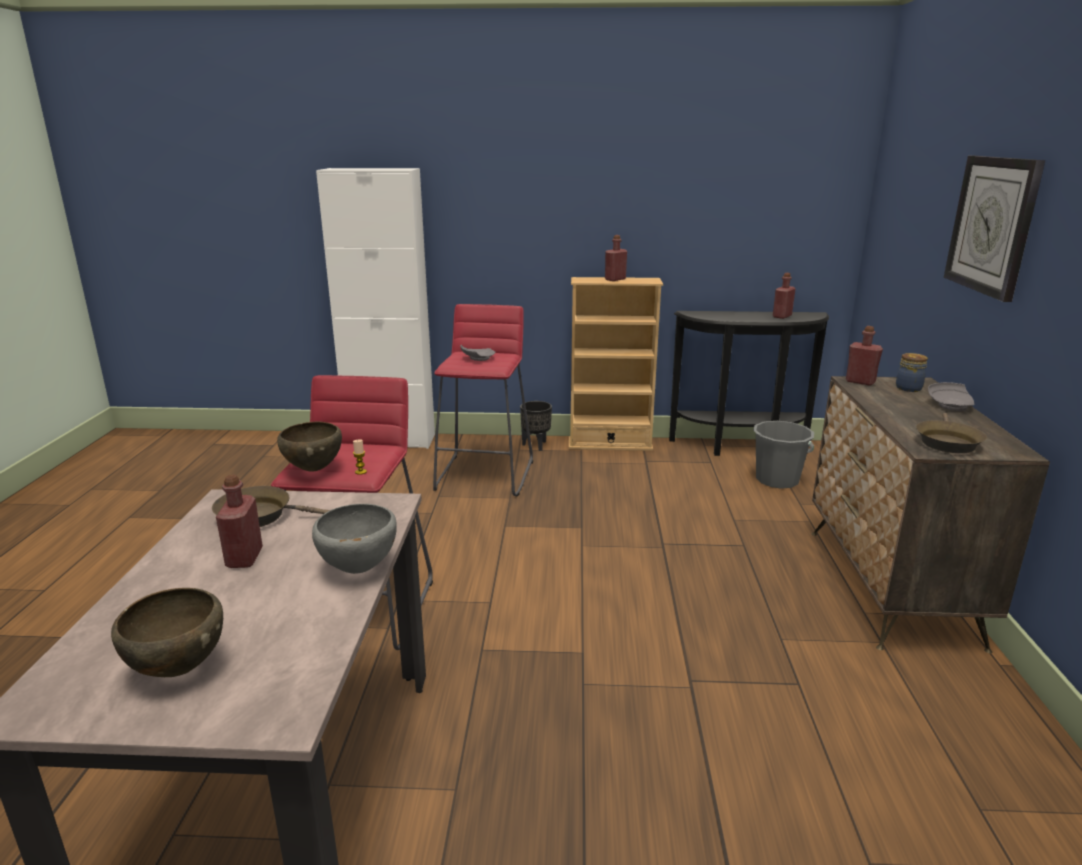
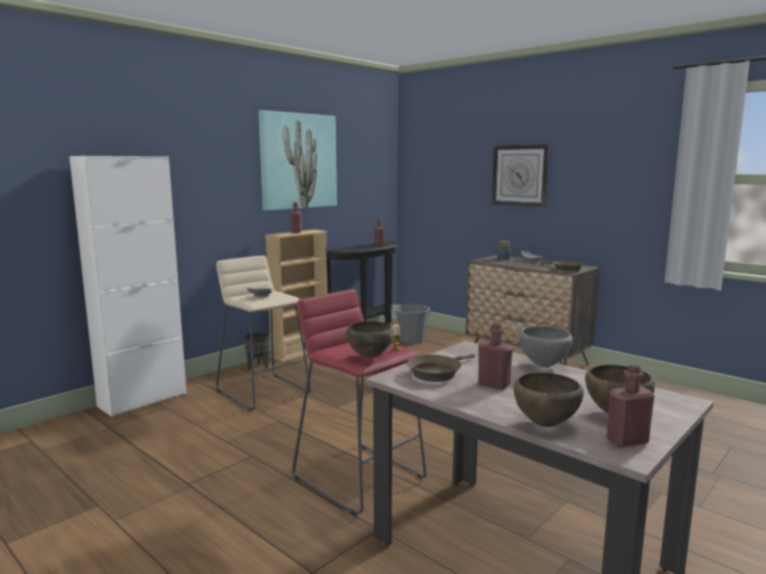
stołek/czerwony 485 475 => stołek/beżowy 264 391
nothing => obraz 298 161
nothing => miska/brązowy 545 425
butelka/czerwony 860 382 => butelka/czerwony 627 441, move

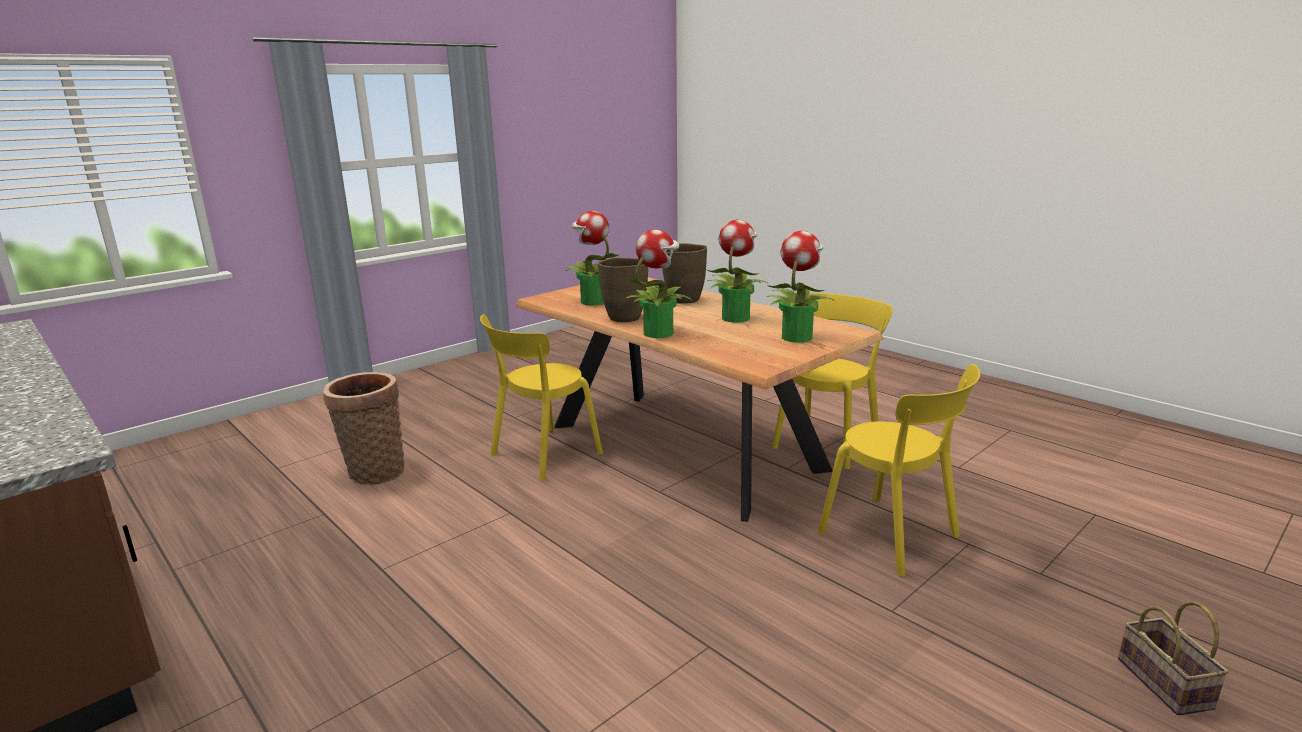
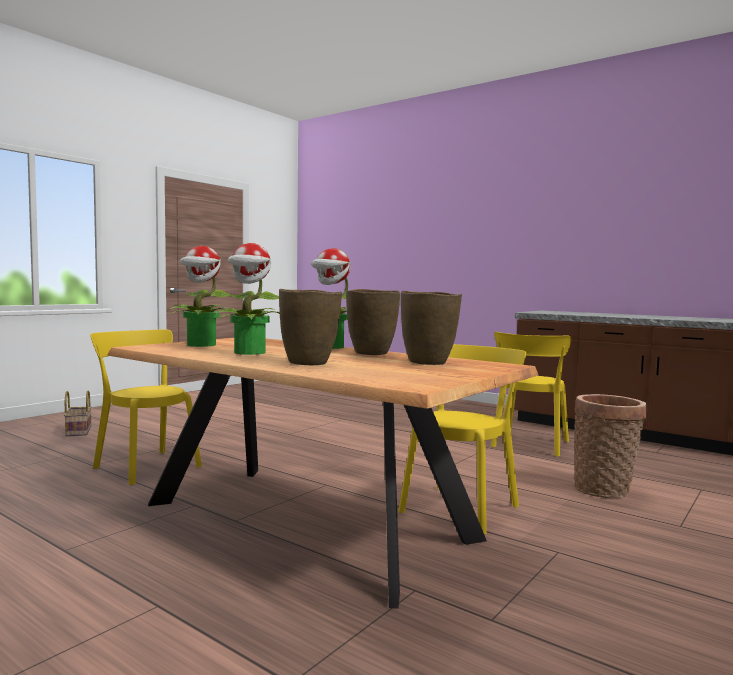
roślina doniczkowa 593 302 => wazon/brązowy 429 362
krzesło/żółty 828 441 => krzesło/żółty 529 445, move

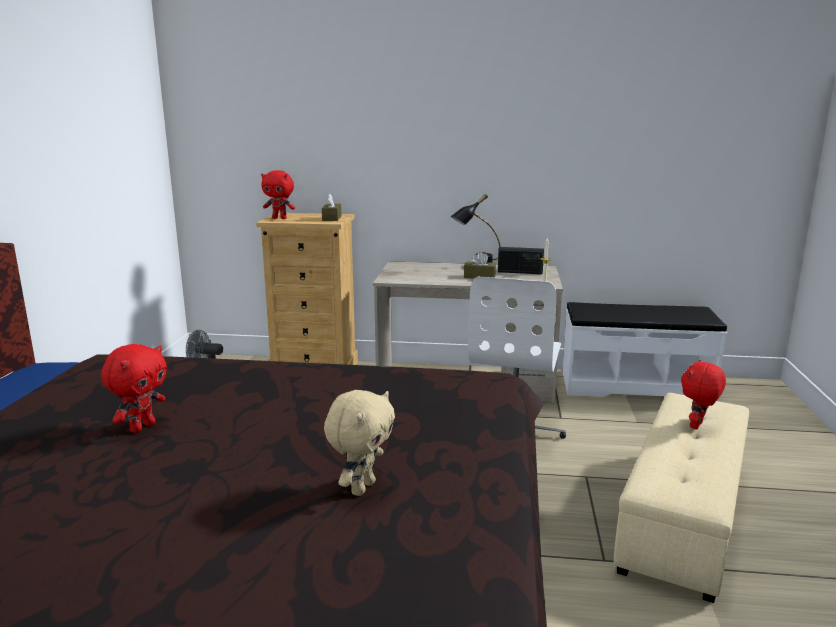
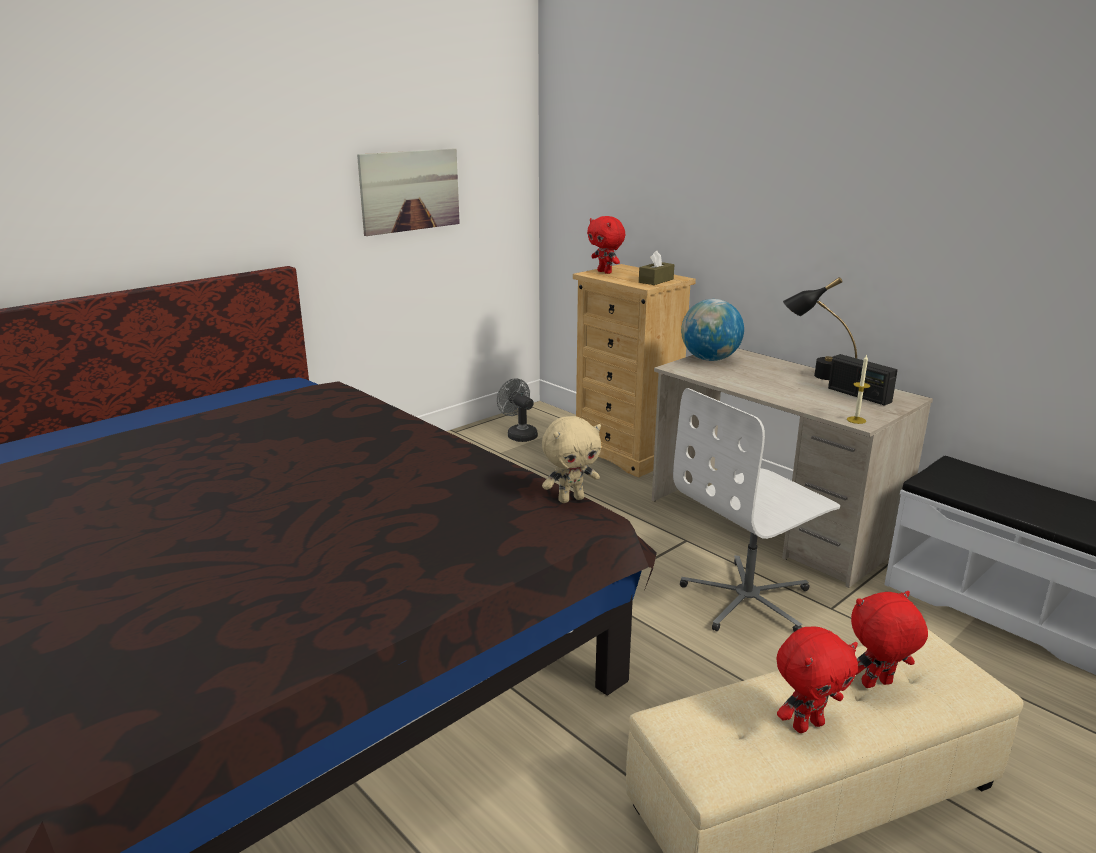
nothing => obraz 410 190
pluszak/beżowy 361 487 => pluszak/beżowy 571 499, move
nothing => globus 710 359
pluszak/czerwony 142 427 => pluszak/czerwony 807 724, move
pudełko chusteczek/brązowy 479 276 => nothing

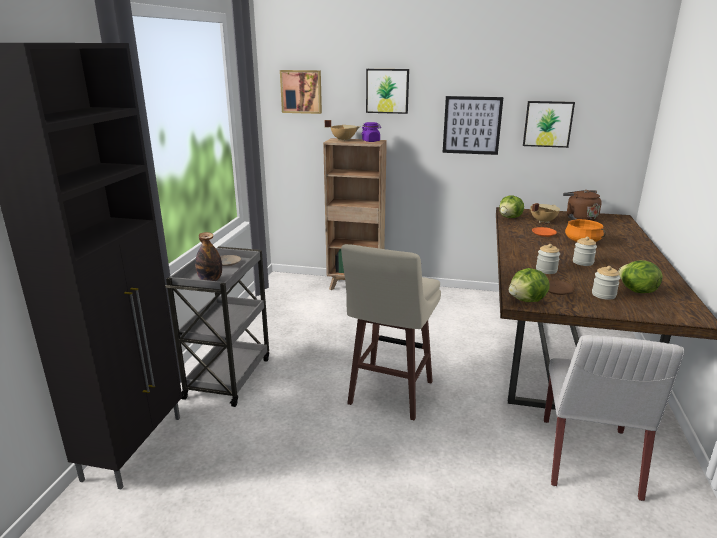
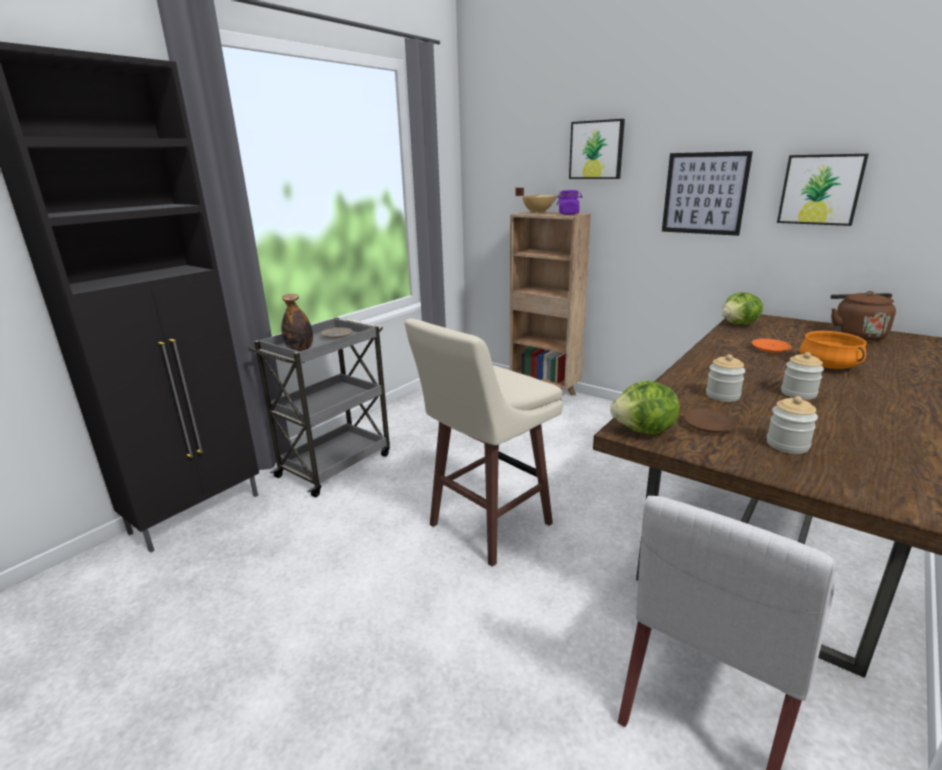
obraz 301 91 => nothing
garnek/beżowy 542 221 => nothing
sałata 636 291 => nothing

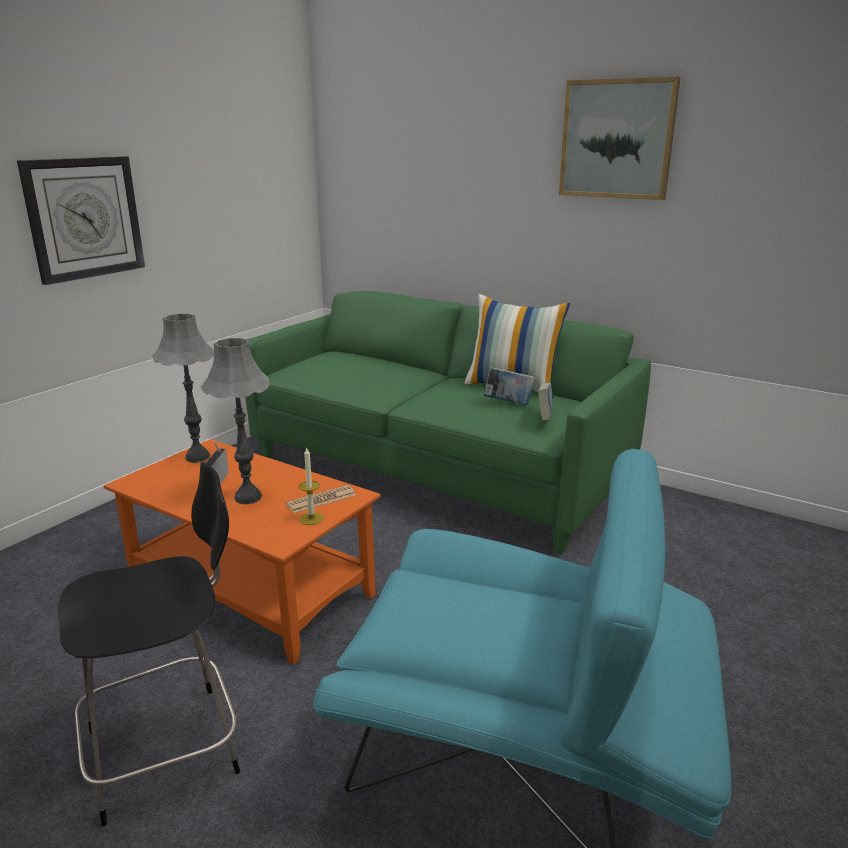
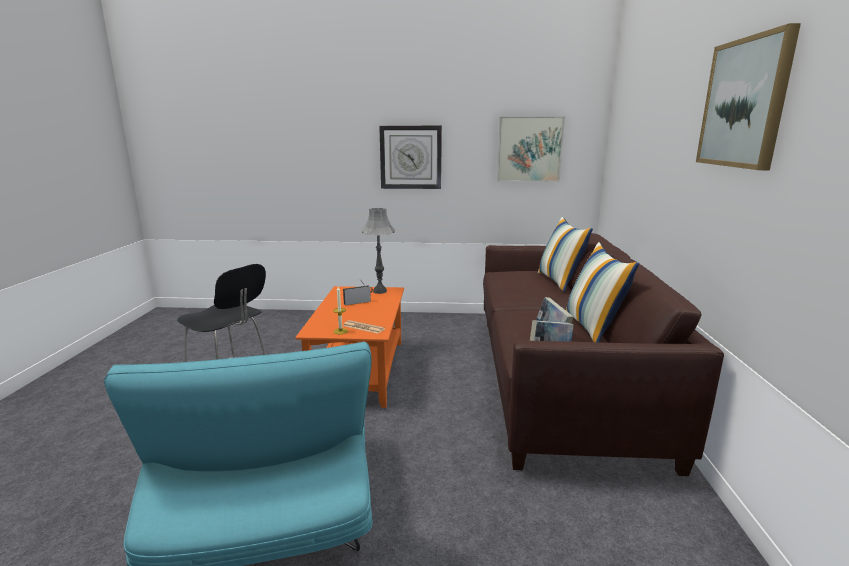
kanapa/zielony 436 470 => kanapa/brązowy 558 380
nothing => obraz 529 149
nothing => poduszka 560 281
lampa stołowa/szary 248 497 => nothing

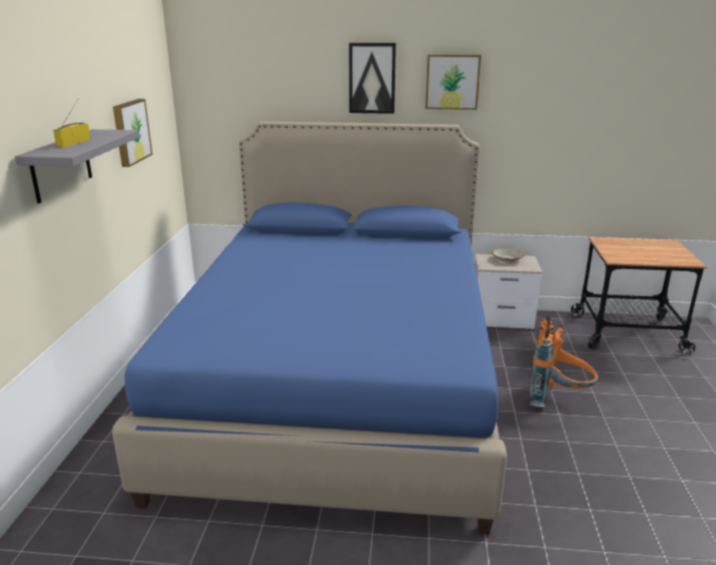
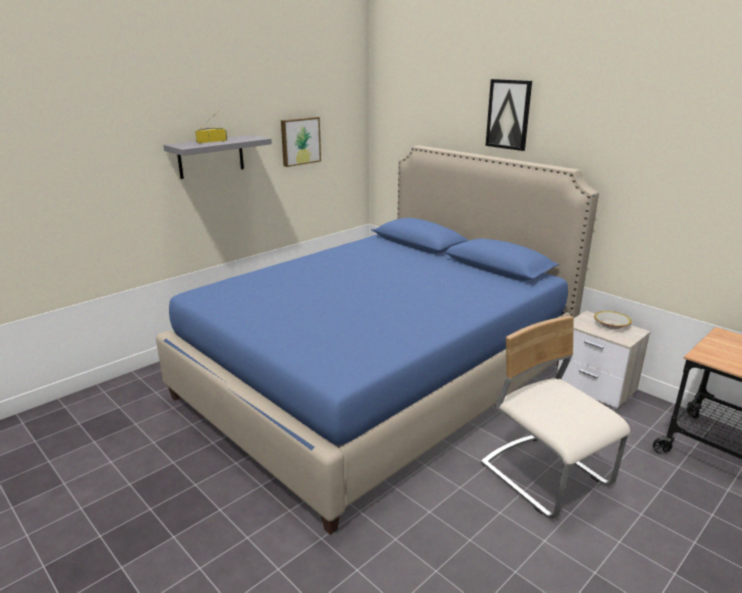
plecak/pomarańczowy 557 399 => krzesło/beżowy 545 476
obraz 452 81 => nothing

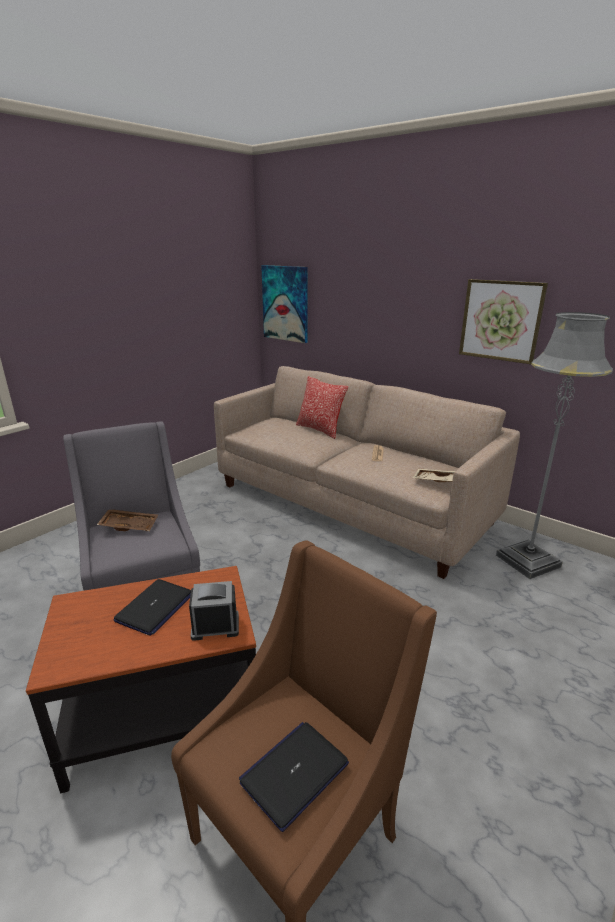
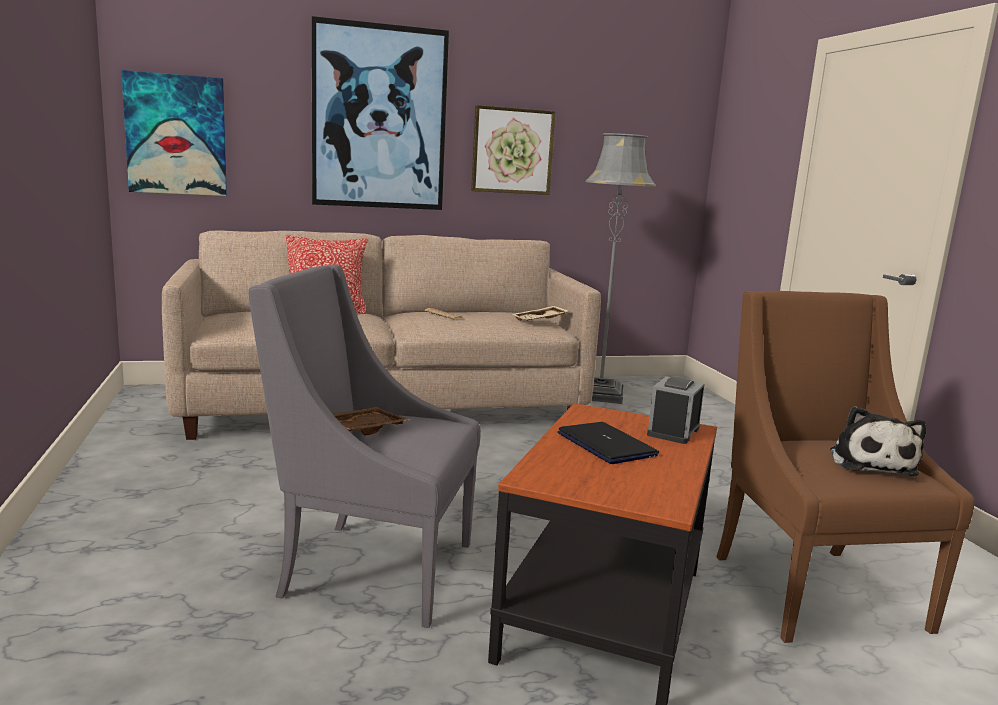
nothing => obraz 379 118
laptop 294 773 => pluszak 871 462

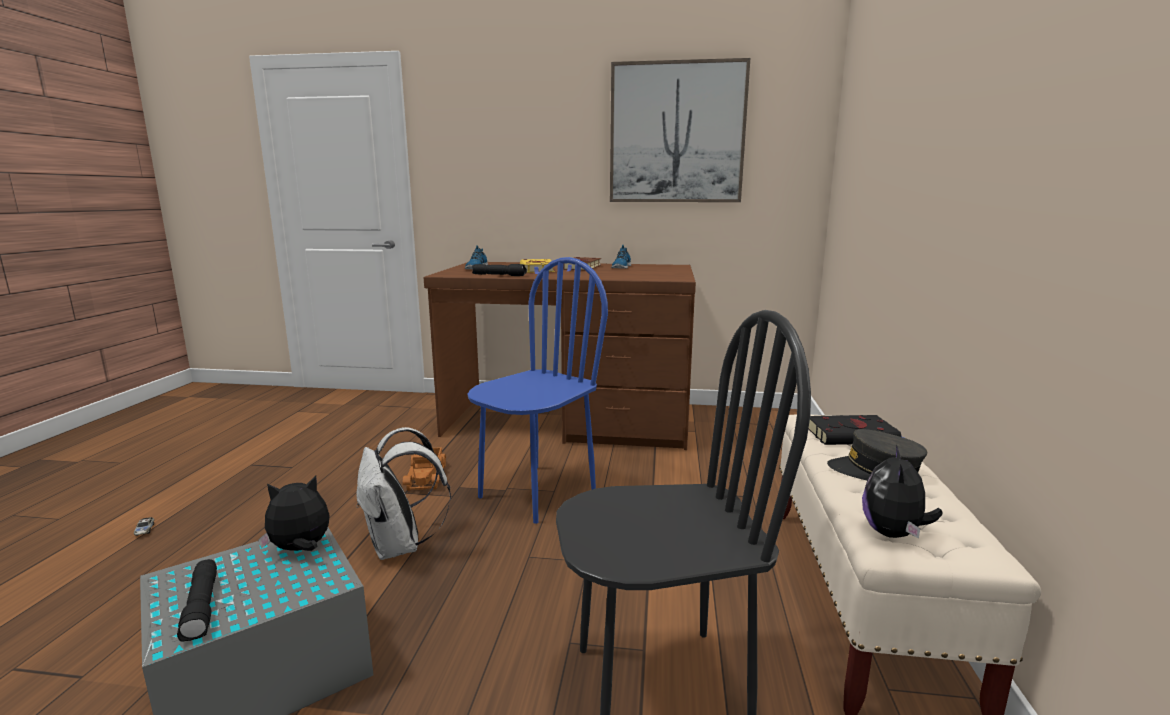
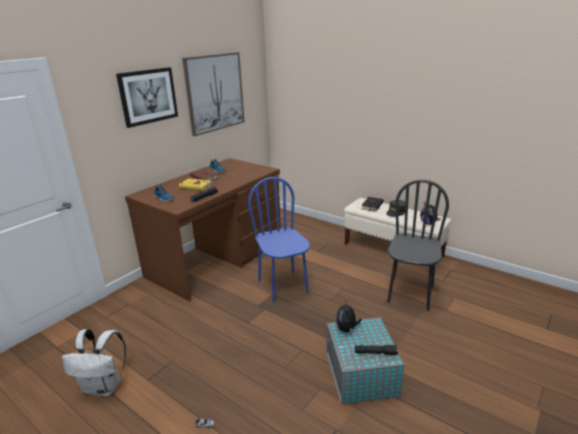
plecak/biały 400 546 => plecak/biały 104 386, move
nothing => obraz 148 96
ciężarówka zabawkowa 427 476 => nothing

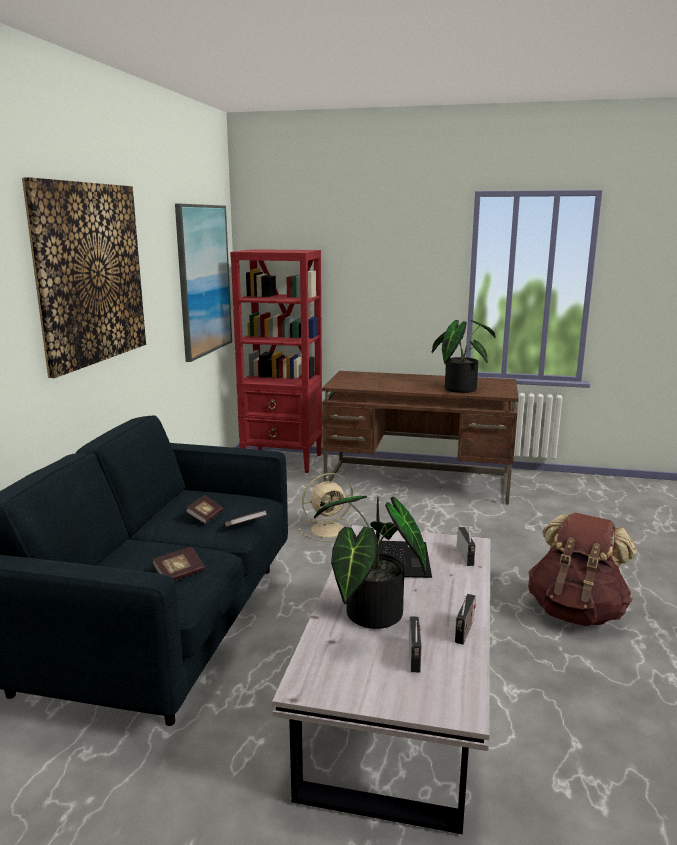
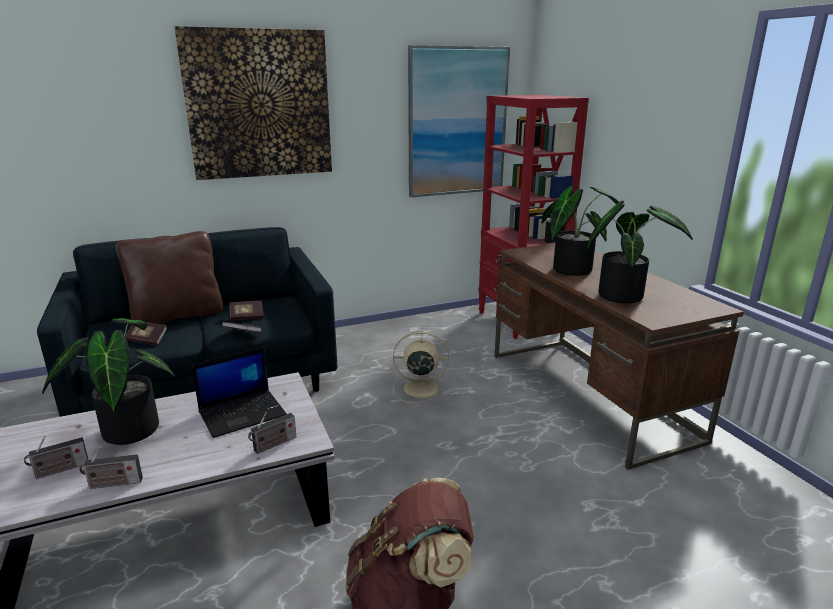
nothing => poduszka/brązowy 177 315
wentylator/beżowy 329 529 => wentylator/beżowy 419 388, 150 degrees clockwise
nothing => roślina doniczkowa 571 268

